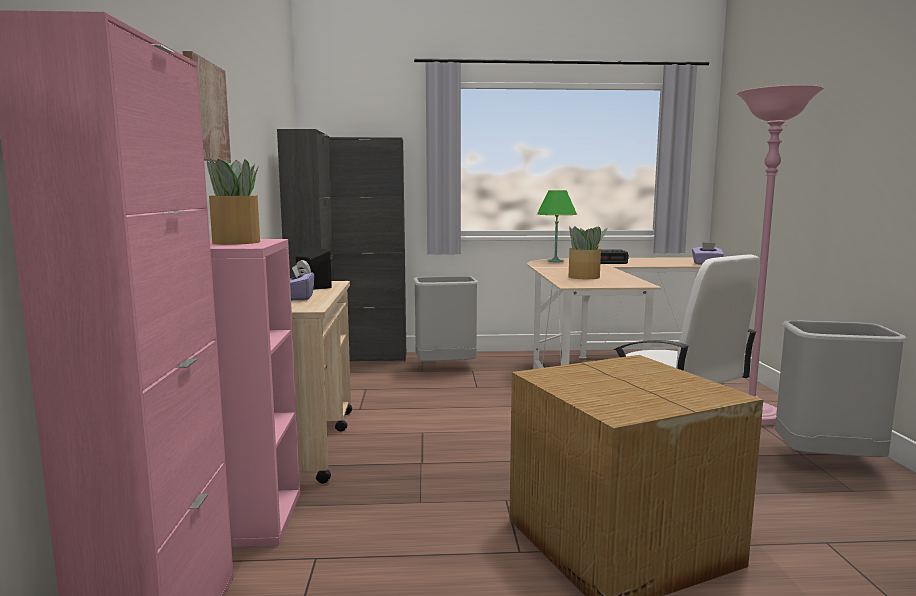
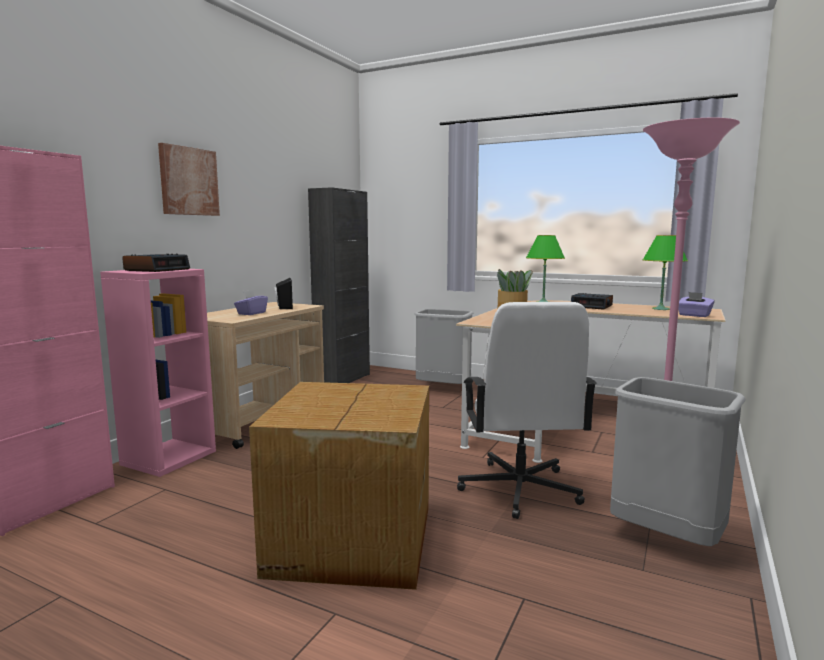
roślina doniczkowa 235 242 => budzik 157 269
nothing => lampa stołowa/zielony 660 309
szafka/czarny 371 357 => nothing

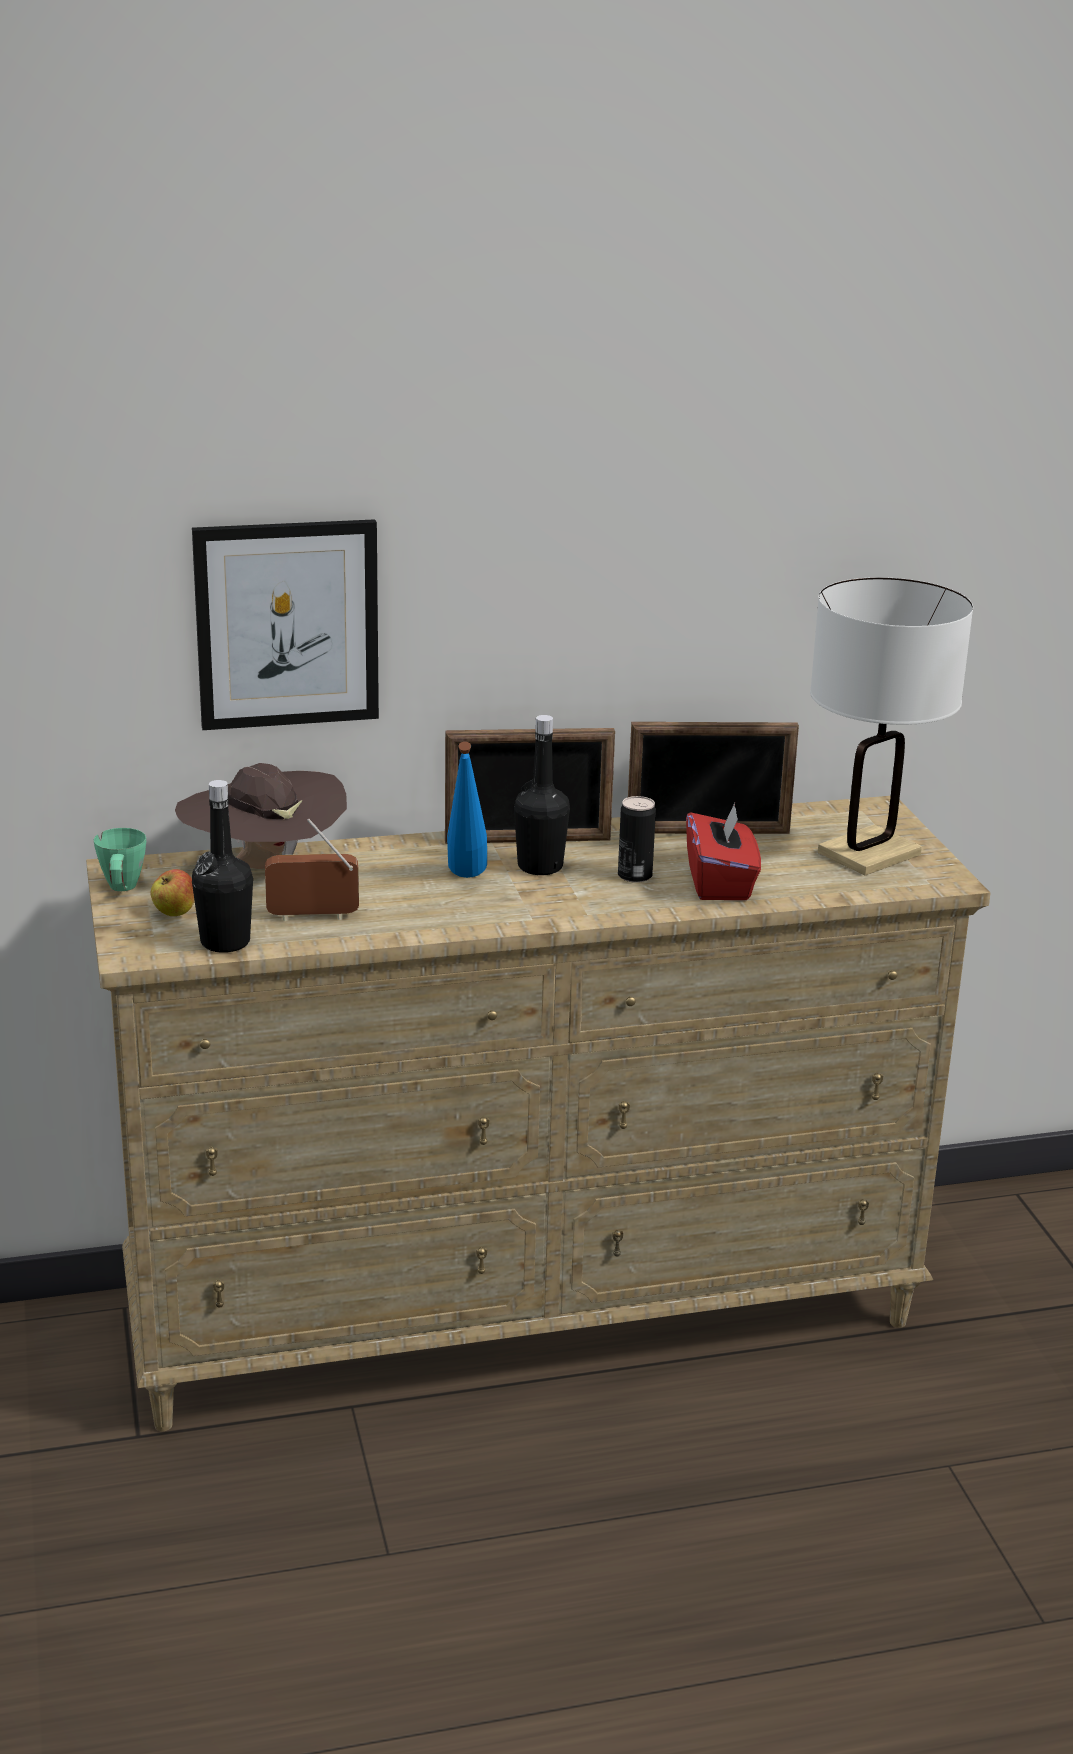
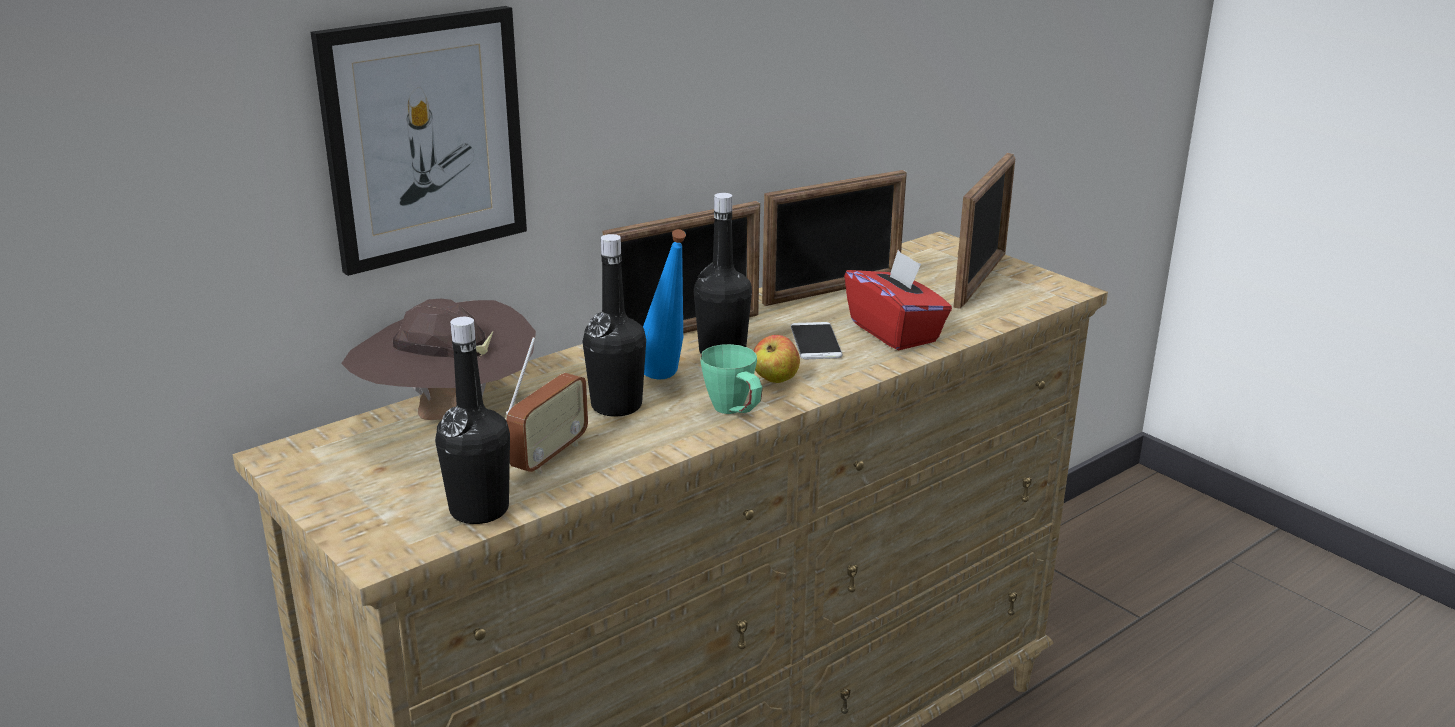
radio 313 916 => radio 549 456, 150 degrees clockwise
nothing => butelka/czarny 616 406
kubek/zielony 122 891 => kubek/zielony 735 413, move
jabłko 175 913 => jabłko 775 379, move
puszka 635 876 => telefon 815 342
lampa stołowa/biały 869 853 => ramka na zdjęcie 980 280

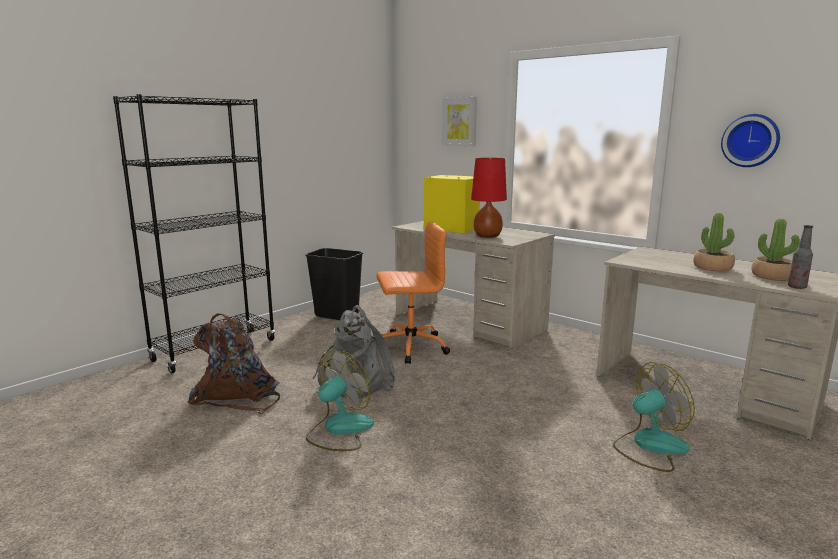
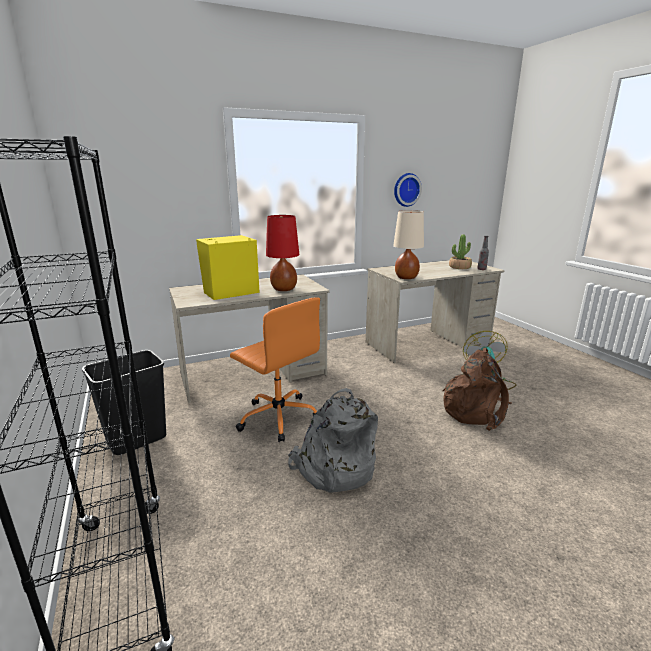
krzesło biurowe/pomarańczowy 409 347 => krzesło biurowe/pomarańczowy 278 417, 120 degrees clockwise
nothing => lampa stołowa/beżowy 406 277
plecak/brązowy 237 396 => plecak/brązowy 475 410, move
wentylator 339 430 => nothing
obraz 459 121 => nothing
roślina doniczkowa 712 267 => nothing

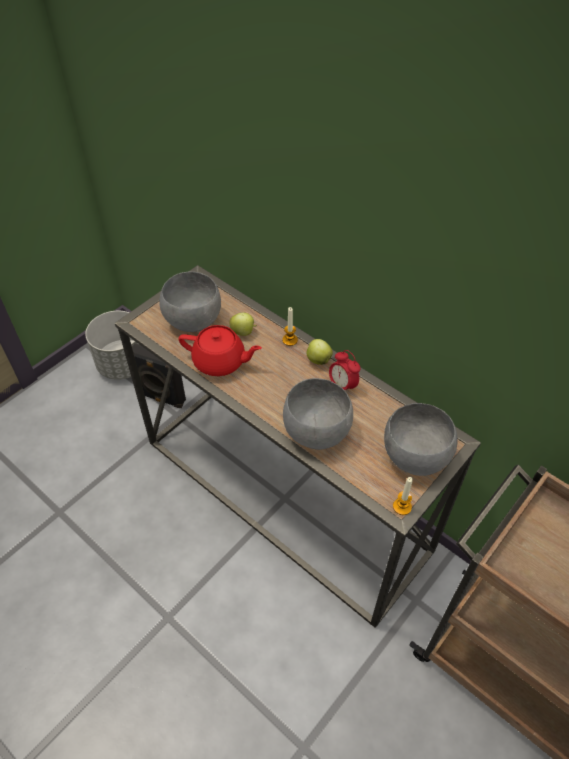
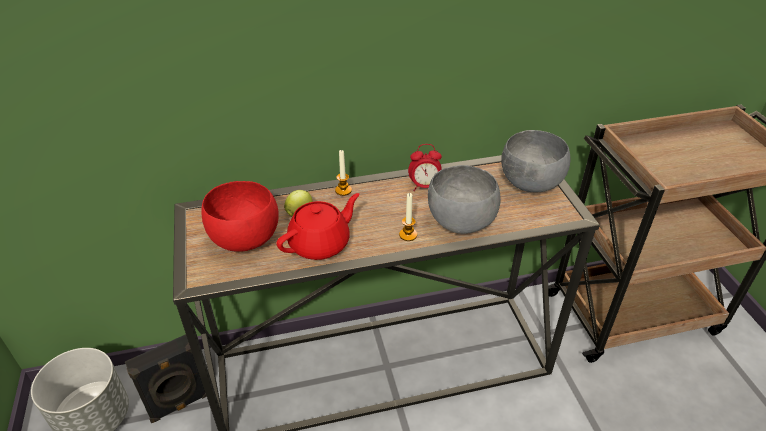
miska/szary 192 320 => miska/czerwony 243 239
świeca 402 507 => świeca 408 235, move
jabłko 318 359 => nothing

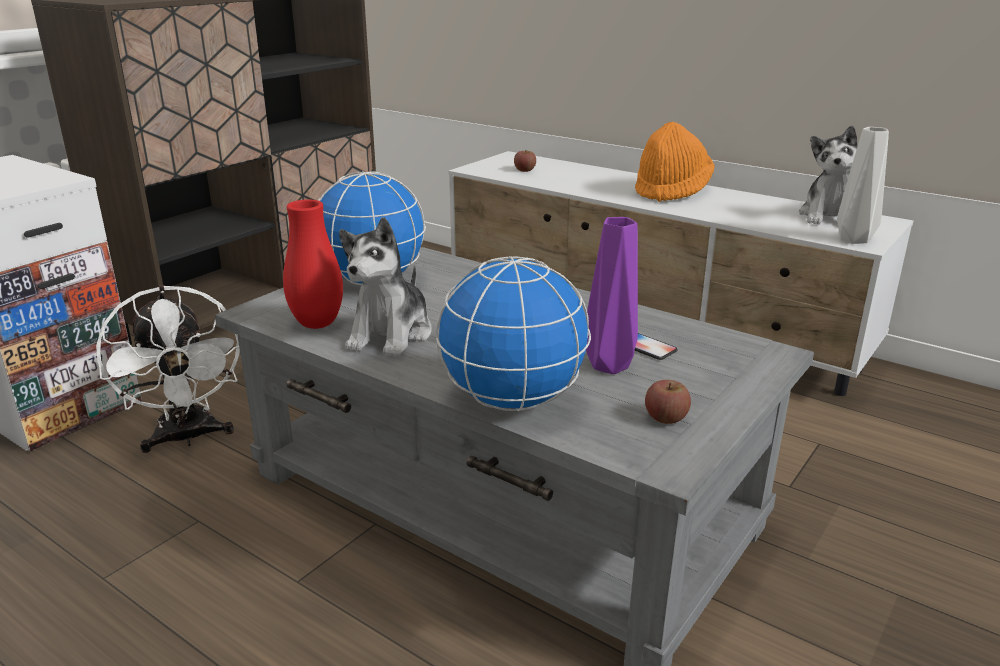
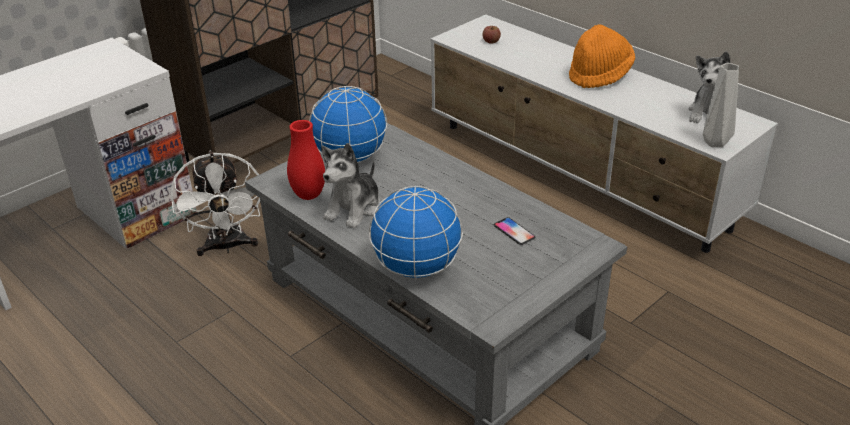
wazon/fioletowy 611 367 => nothing
jabłko 666 418 => nothing

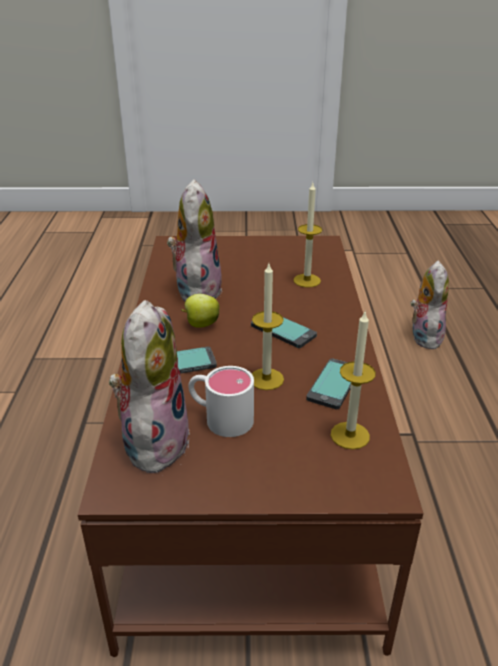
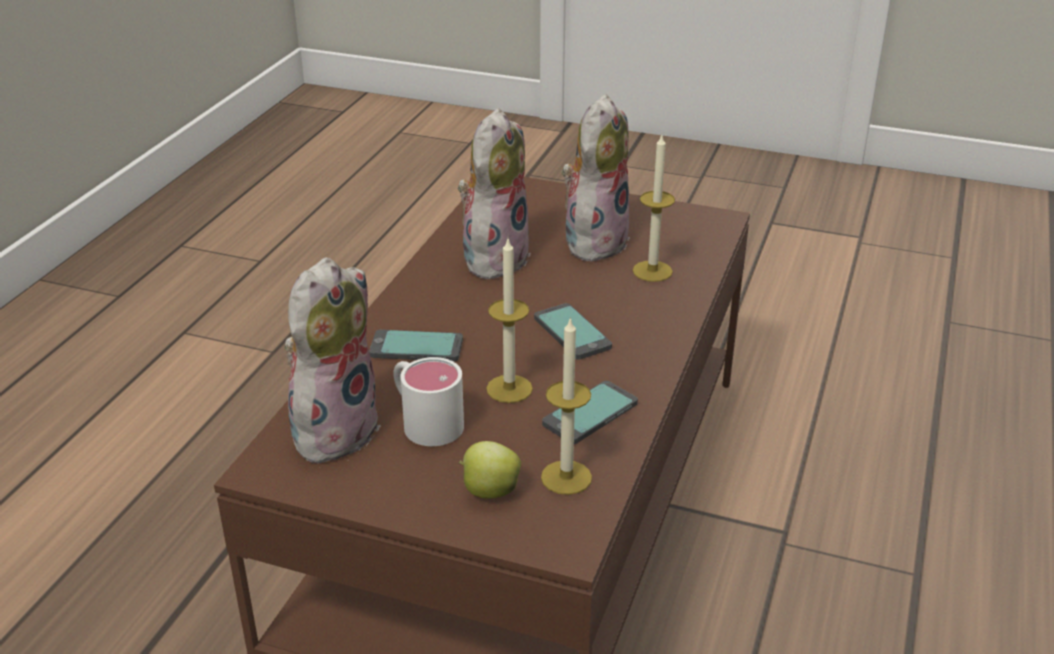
jabłko 201 324 => jabłko 489 491, move
pluszak 423 336 => pluszak 594 240, move

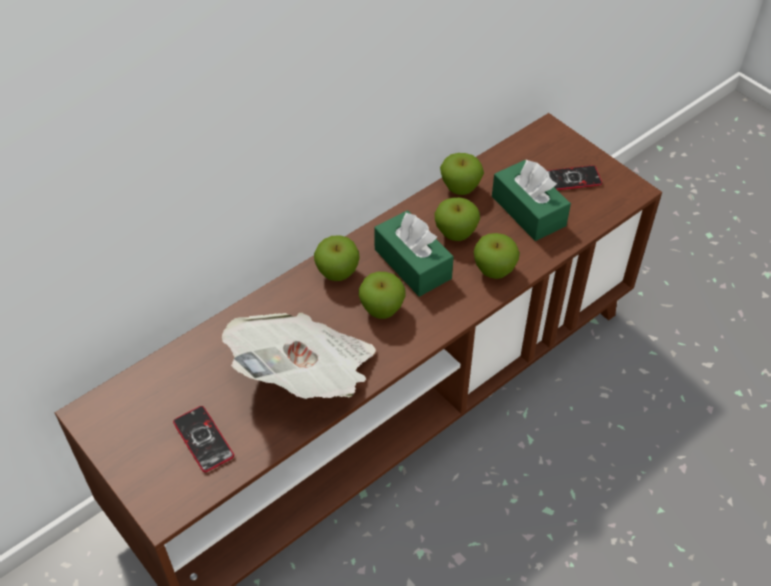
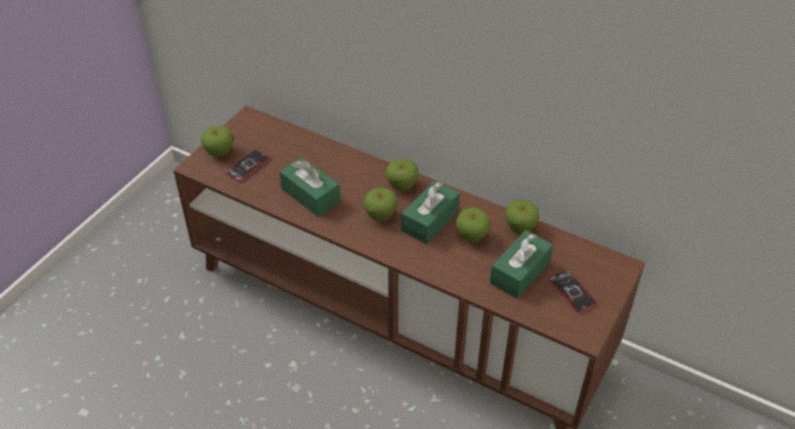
jabłko 494 270 => jabłko 219 152, move
gazeta 306 375 => pudełko chusteczek/zielony 310 195

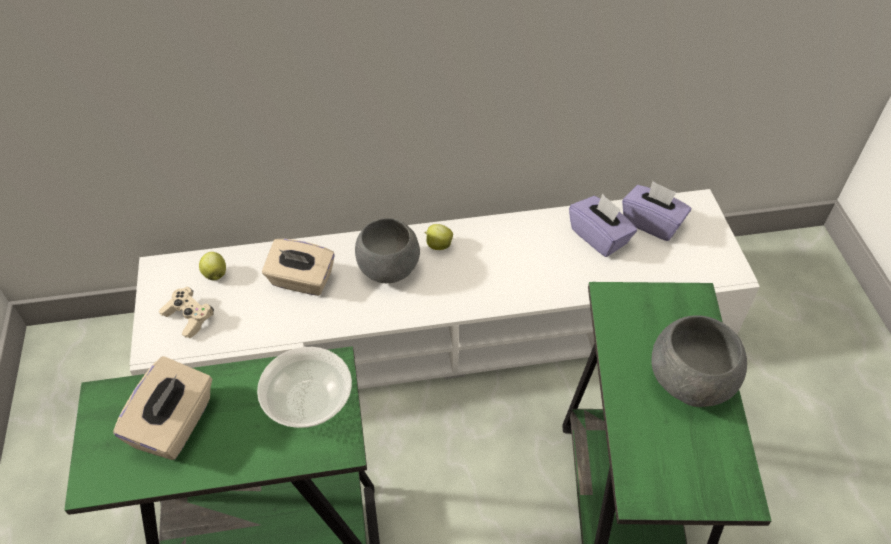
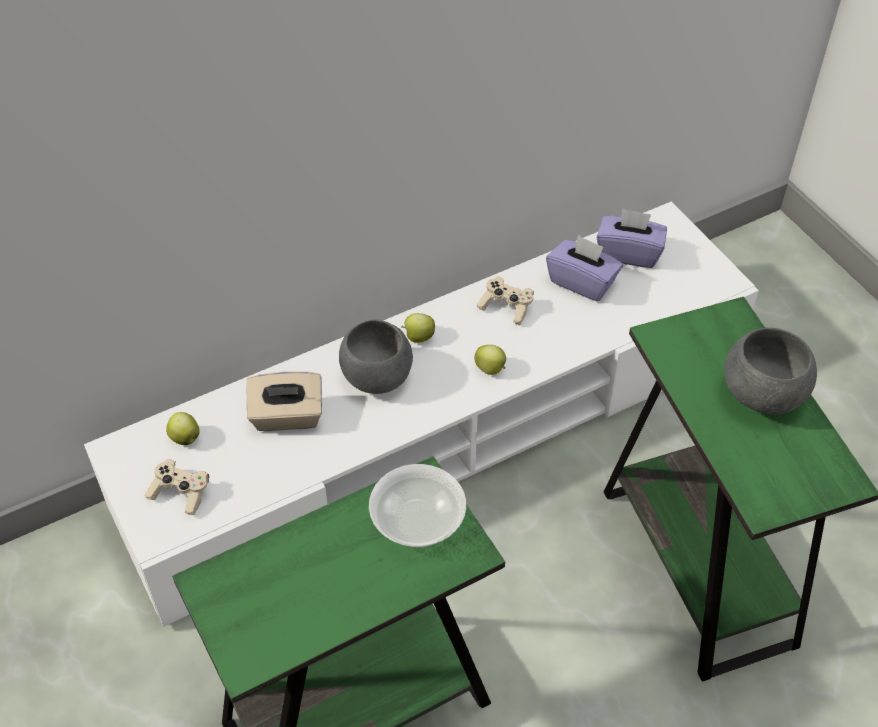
nothing => jabłko 491 369
nothing => pad do gier/beżowy 506 307
pudełko chusteczek/beżowy 175 424 => nothing

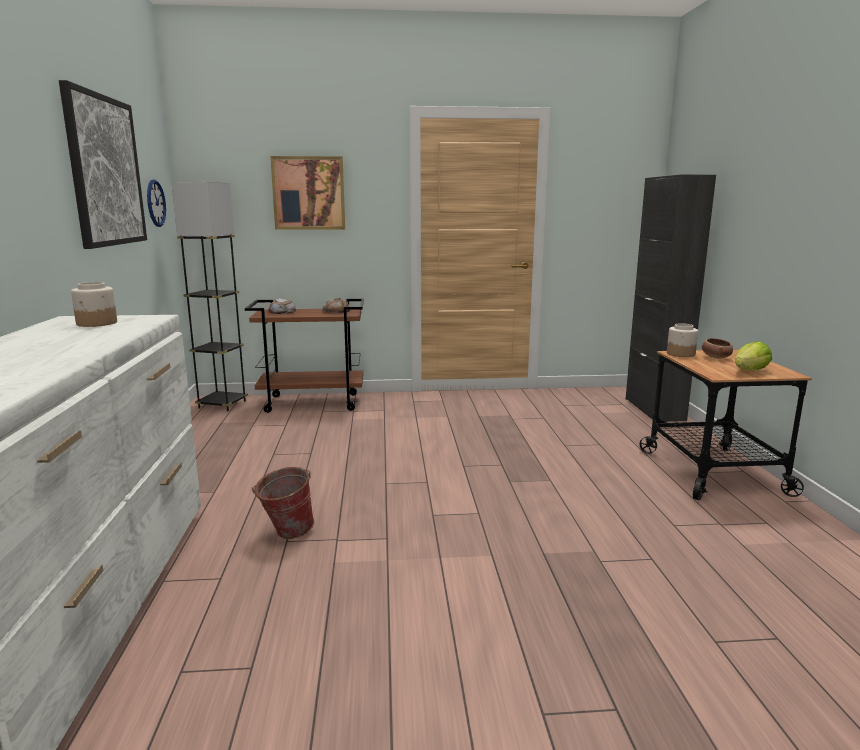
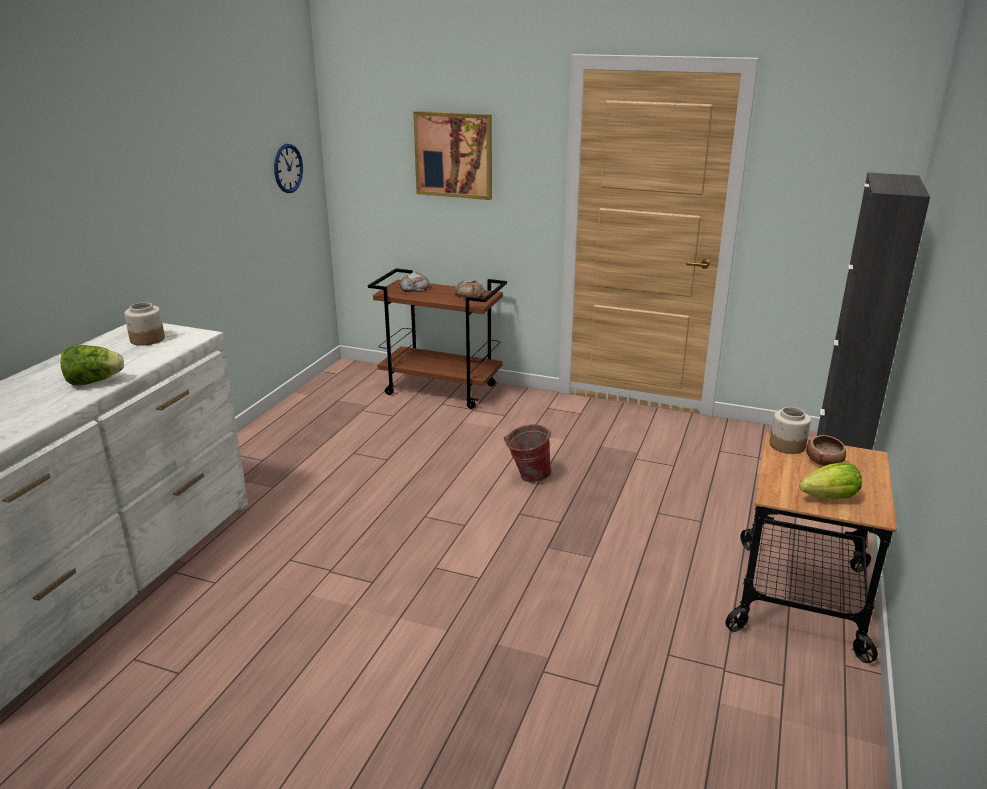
nothing => sałata 94 382
wiadro 286 533 => wiadro 527 477, move
obraz 105 171 => nothing
lampa stojąca/szary 222 404 => nothing

